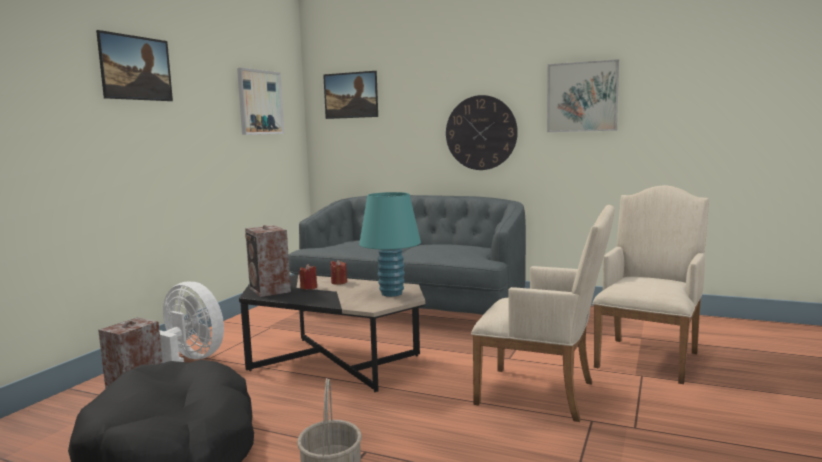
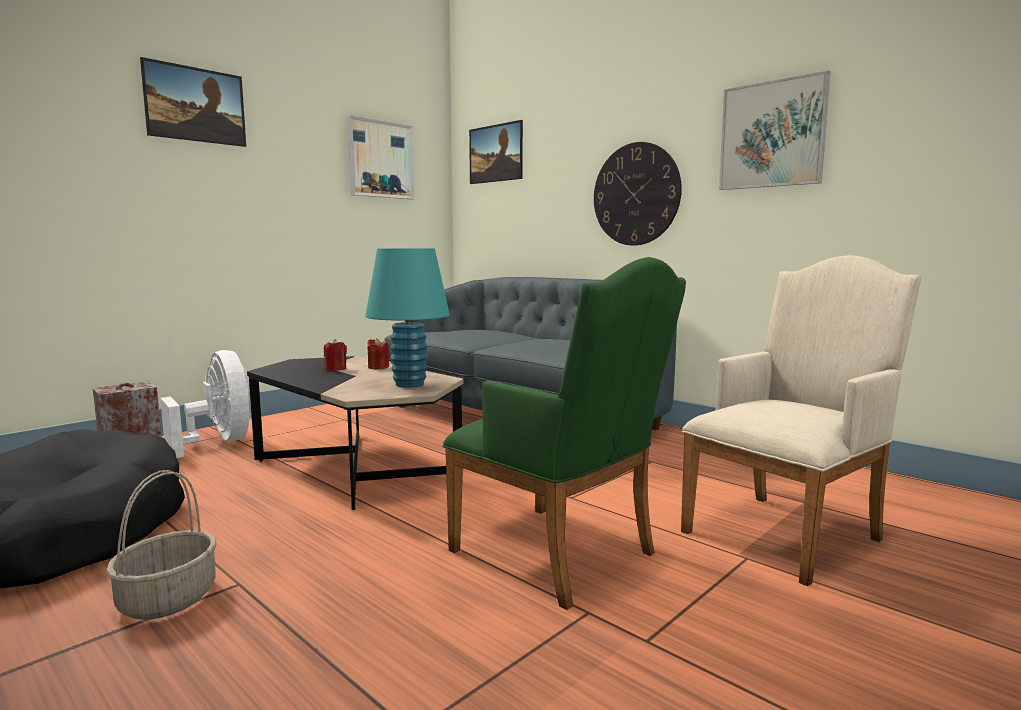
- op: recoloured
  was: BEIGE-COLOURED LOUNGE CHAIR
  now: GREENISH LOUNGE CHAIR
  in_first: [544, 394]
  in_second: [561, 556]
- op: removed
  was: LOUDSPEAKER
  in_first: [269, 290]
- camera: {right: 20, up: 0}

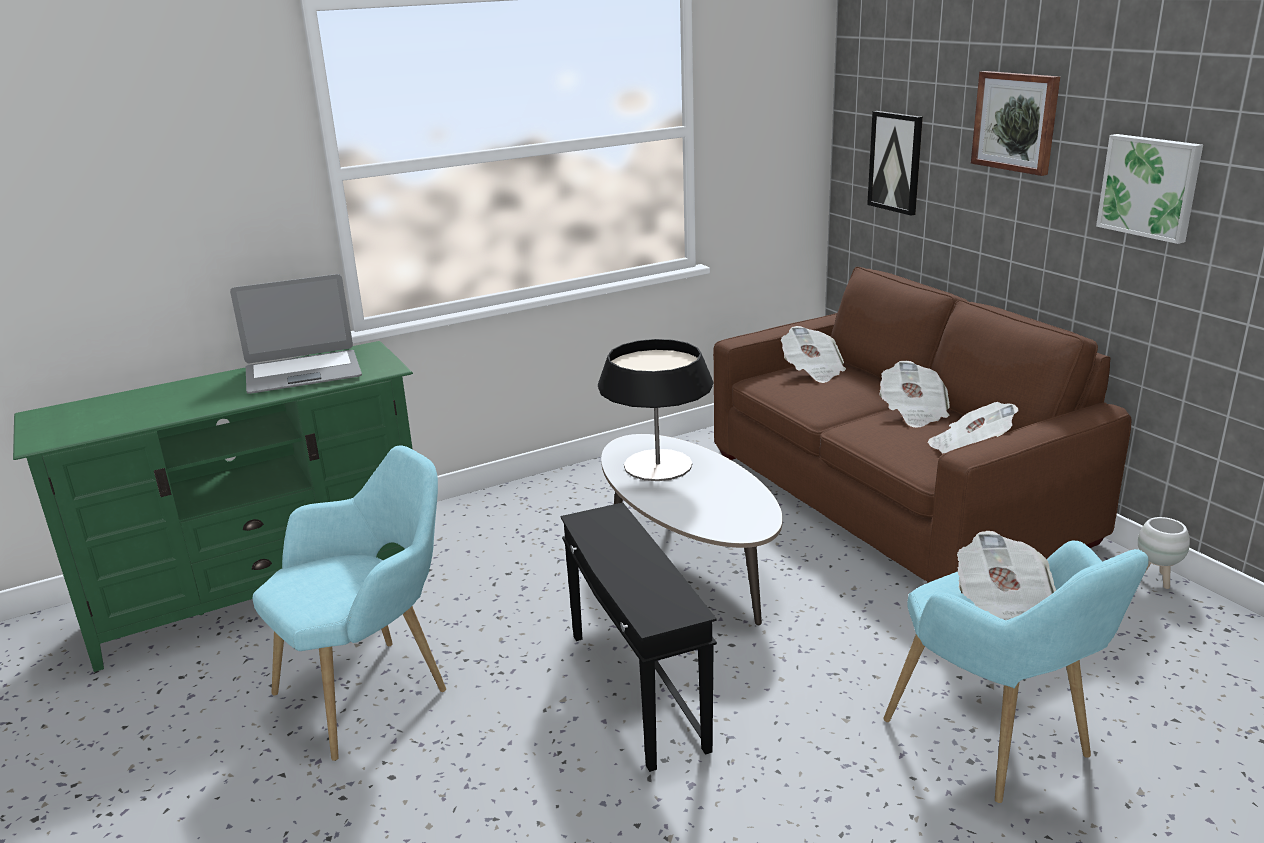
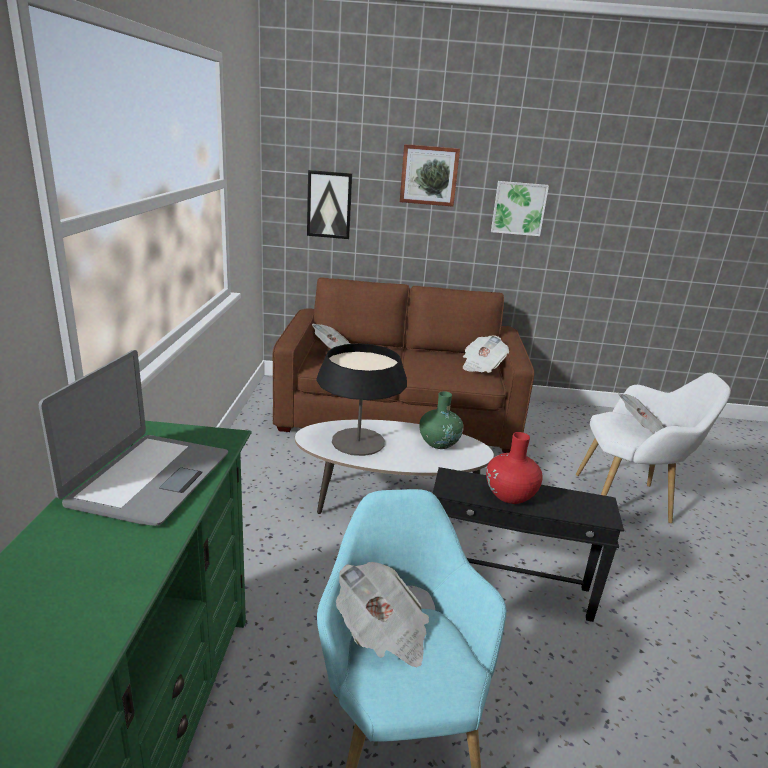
- op: moved
  was: NEWSPAPER
  in_first: [913, 412]
  in_second: [383, 633]
- op: removed
  was: WHITE-COLOURED FLOWER POT
  in_first: [1156, 580]
- op: recoloured
  was: BLUE-GREEN LOUNGE CHAIR
  now: WHITE-COLOURED LOUNGE CHAIR
  in_first: [998, 744]
  in_second: [629, 501]
- op: added
  now: GREENISH DECORATIVE VASE
  in_second: [439, 443]
- op: added
  now: RED DECORATIVE VASE
  in_second: [510, 495]
- camera: {right: -60, up: 0}

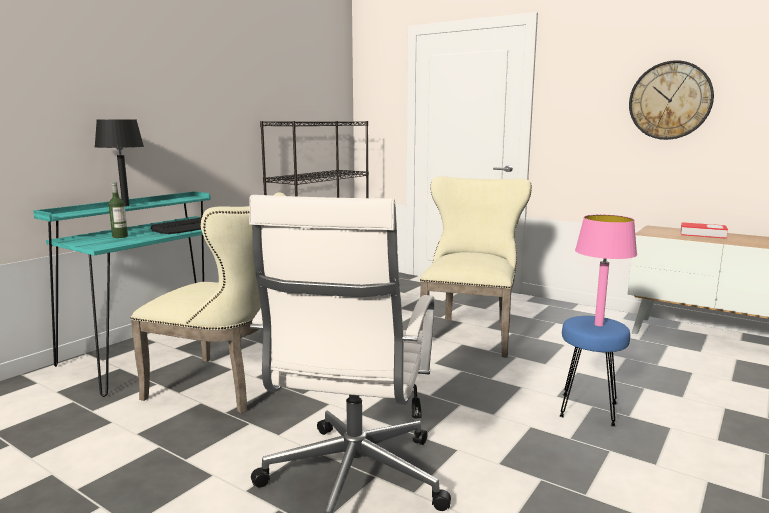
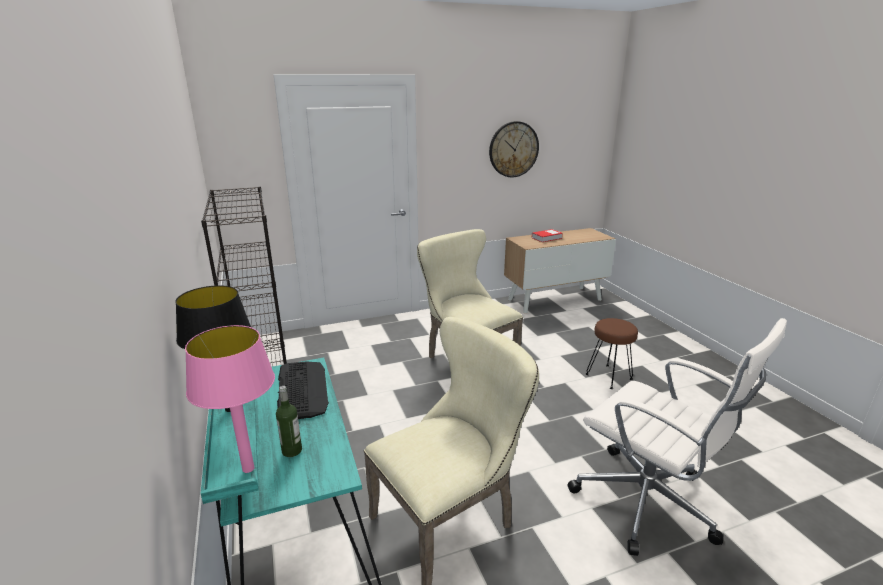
- op: moved
  was: PINK-COLOURED TABLETOP LAMP
  in_first: [598, 325]
  in_second: [248, 469]
- op: recoloured
  was: BLUE STOOL SEAT
  now: BROWN-COLOURED STOOL SEAT
  in_first: [588, 409]
  in_second: [608, 376]
- camera: {right: -55, up: 10}

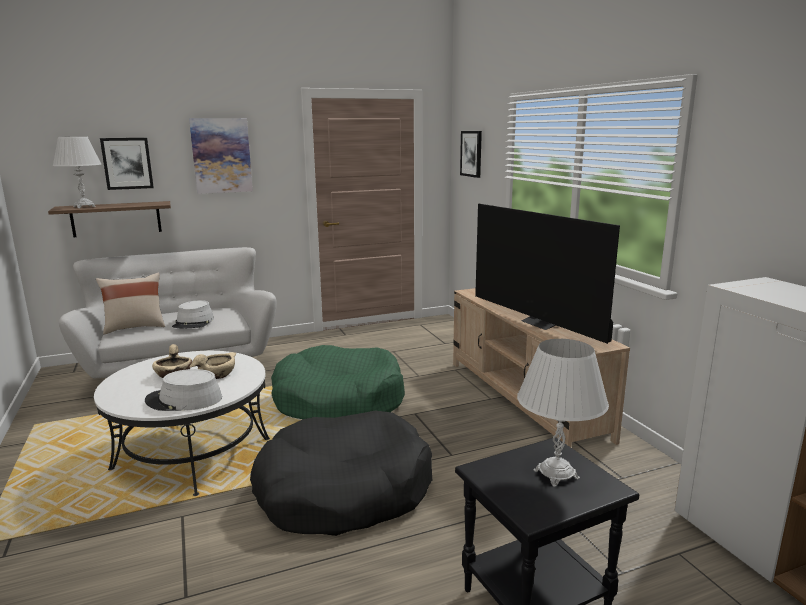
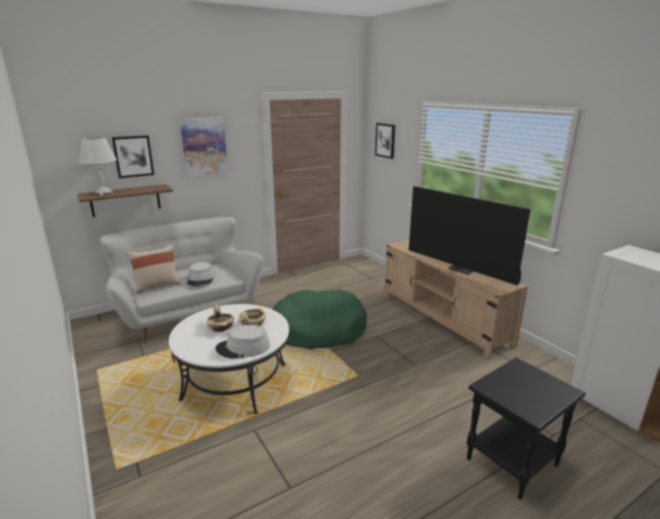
- op: removed
  was: WHITE-COLOURED TABLETOP LAMP
  in_first: [556, 474]
- op: removed
  was: BLACKISH DOG BED
  in_first: [343, 491]
- camera: {right: -10, up: 5}

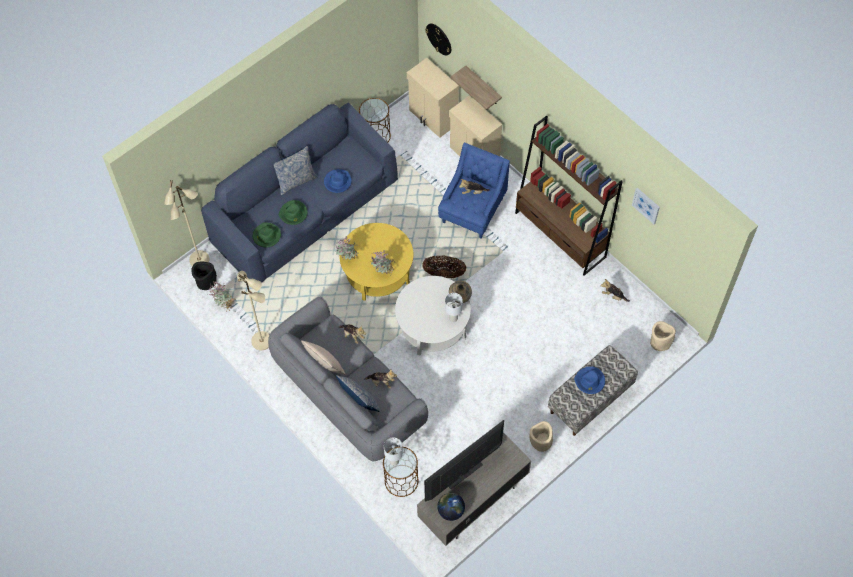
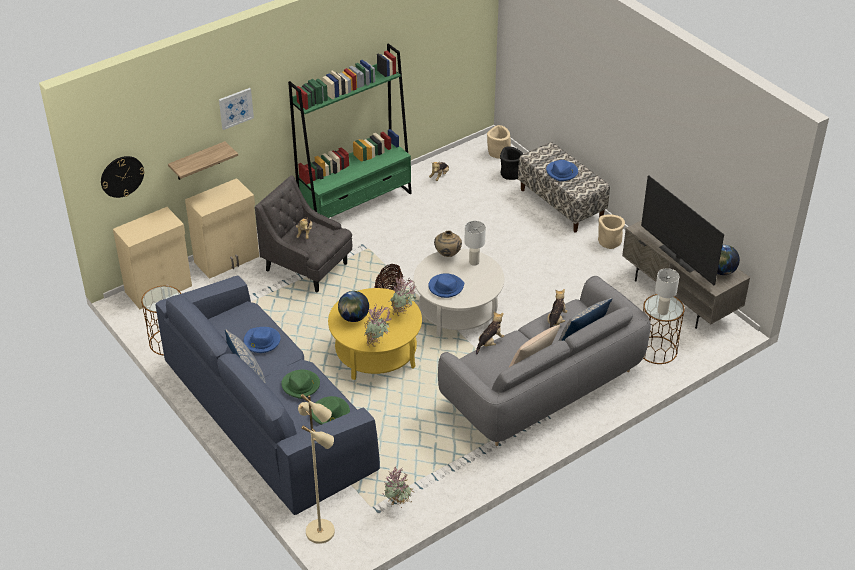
- op: recoloured
  was: BROWN-COLOURED BOOKCASE
  now: GREENISH BOOKCASE
  in_first: [560, 235]
  in_second: [356, 205]
- op: recoloured
  was: BLUE LOUNGE CHAIR
  now: GREYISH LOUNGE CHAIR
  in_first: [472, 211]
  in_second: [307, 267]
- op: moved
  was: WALL PICTURE
  in_first: [646, 205]
  in_second: [235, 108]
- op: moved
  was: BLACKISH FLOWER POT
  in_first: [206, 281]
  in_second: [510, 174]
- op: removed
  was: BEIGE-COLOURED STANDARD LAMP
  in_first: [262, 340]
- op: added
  now: BLUE WEARABLE HAT
  in_second: [445, 287]
- op: added
  now: WORLD GLOBE
  in_second: [353, 317]
- camera: {right: -85, up: -20}

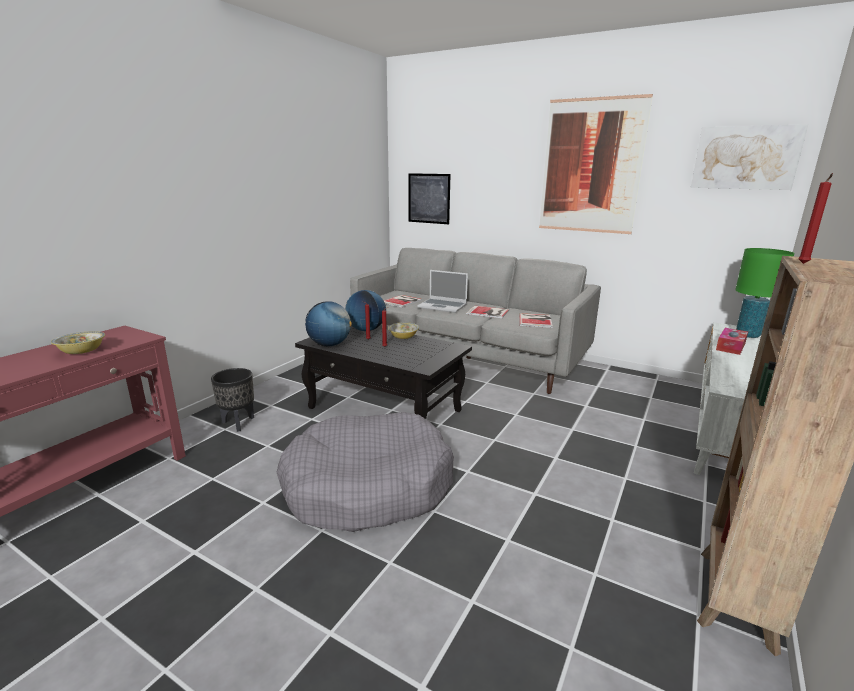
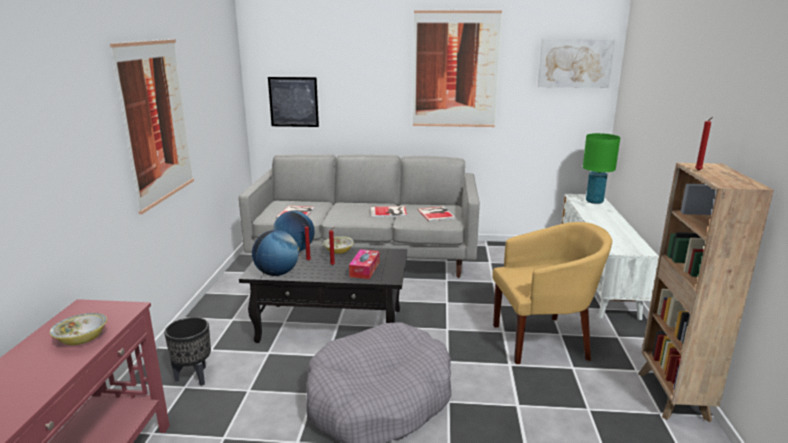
- op: removed
  was: NOTEBOOK COMPUTER
  in_first: [443, 306]
- op: moved
  was: TISSUE HOLDER
  in_first: [730, 347]
  in_second: [364, 269]
- op: added
  now: WALL PICTURE
  in_second: [156, 121]
- op: added
  now: YELLOWISH LOUNGE CHAIR
  in_second: [543, 340]
- camera: {right: -25, up: 0}

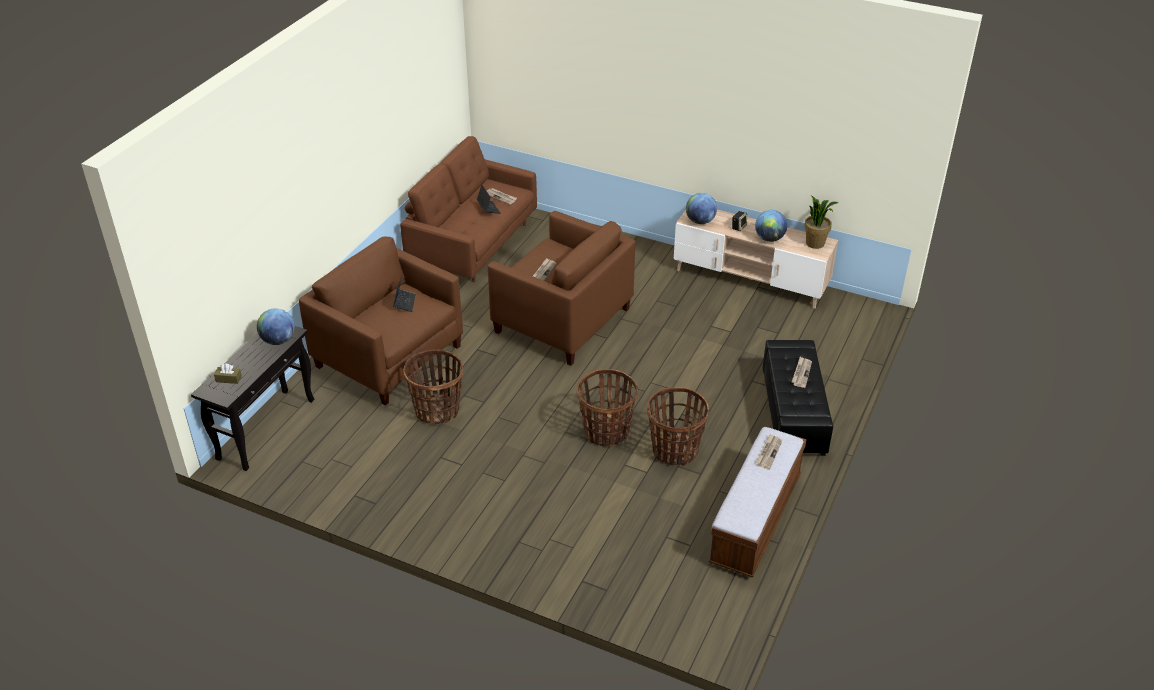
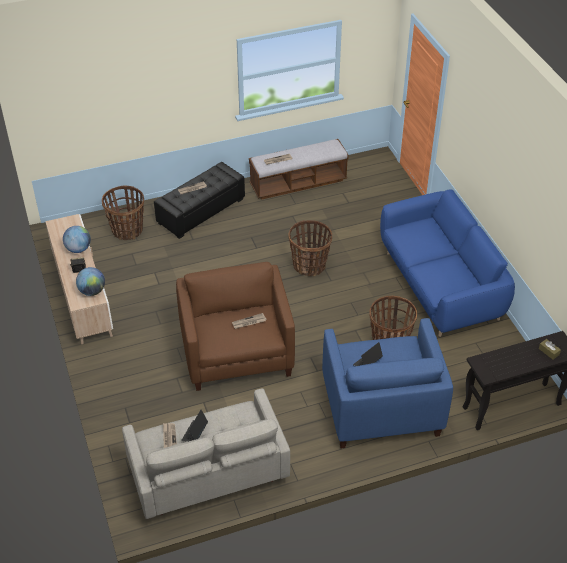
- op: recoloured
  was: BROWN-COLOURED SETTEE
  now: GREYISH SETTEE
  in_first: [473, 244]
  in_second: [207, 473]
- op: removed
  was: POTTED PLANT
  in_first: [815, 243]
- op: recoloured
  was: BROWN-COLOURED LOUNGE CHAIR
  now: BLUE LOUNGE CHAIR
  in_first: [389, 357]
  in_second: [380, 407]
- op: removed
  was: WORLD GLOBE
  in_first: [278, 340]
- op: moved
  was: HOUSEHOLD BASKET
  in_first: [674, 451]
  in_second: [127, 230]
- op: added
  now: BLUE SETTEE
  in_second: [440, 285]
- camera: {right: -135, up: 5}

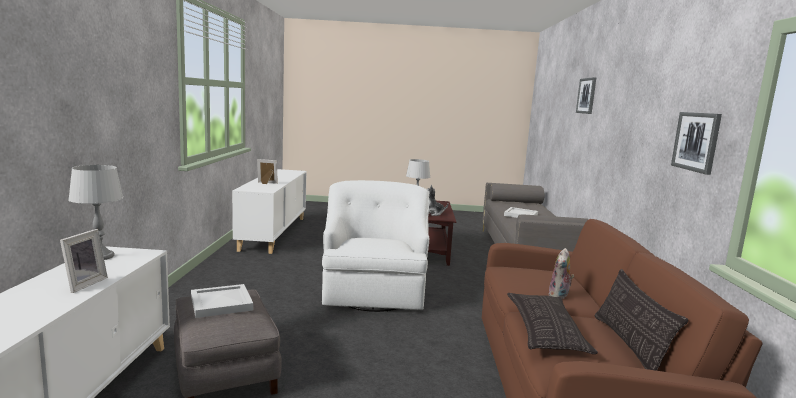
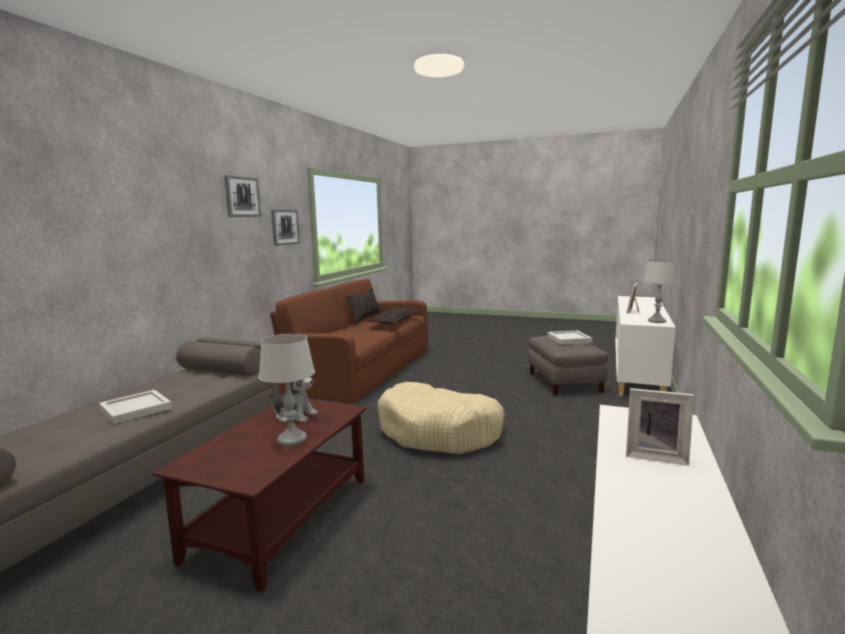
- op: moved
  was: WALL PICTURE
  in_first: [587, 96]
  in_second: [242, 197]
- op: replaced
  was: WHITE-COLOURED LOUNGE CHAIR
  now: BEIGE-COLOURED DOG BED
  in_first: [374, 290]
  in_second: [439, 432]
- op: removed
  was: PLUSH TOY
  in_first: [559, 296]
- camera: {right: -160, up: 0}

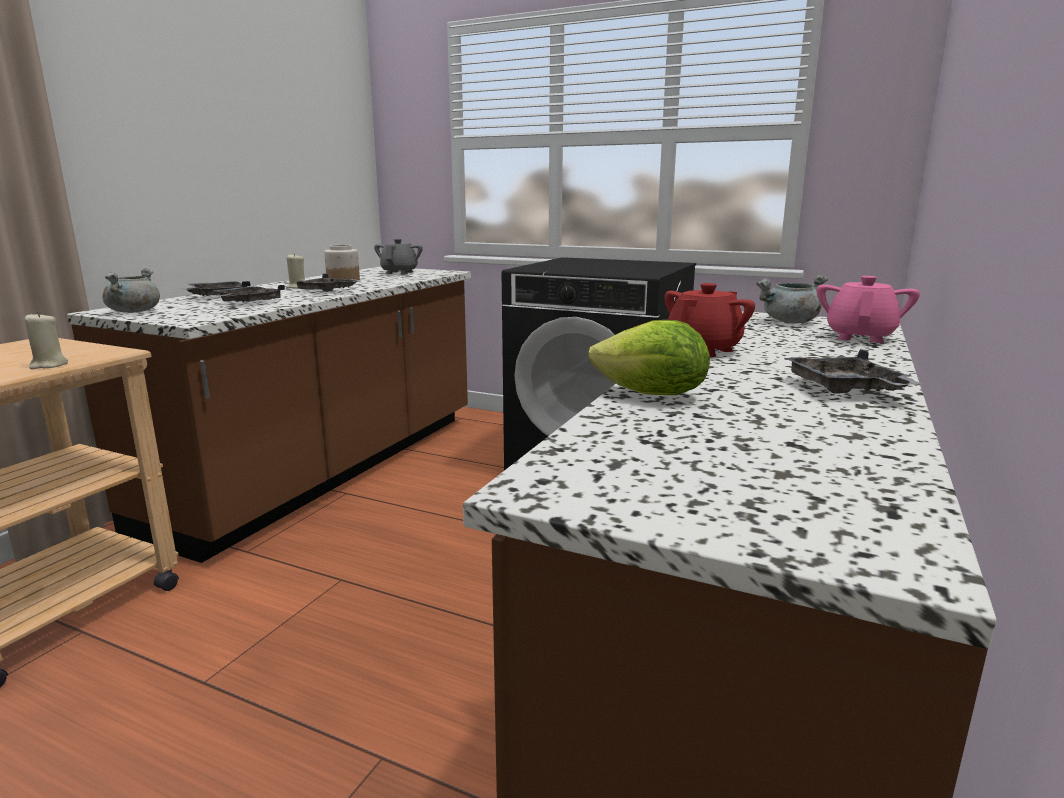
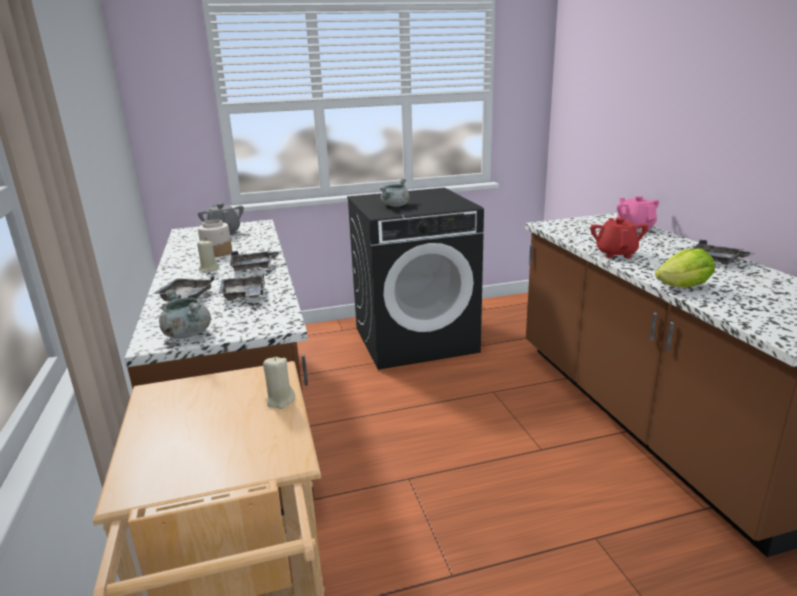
- op: moved
  was: GREYISH COOKING POT
  in_first: [789, 322]
  in_second: [395, 206]
- camera: {right: -40, up: 5}

